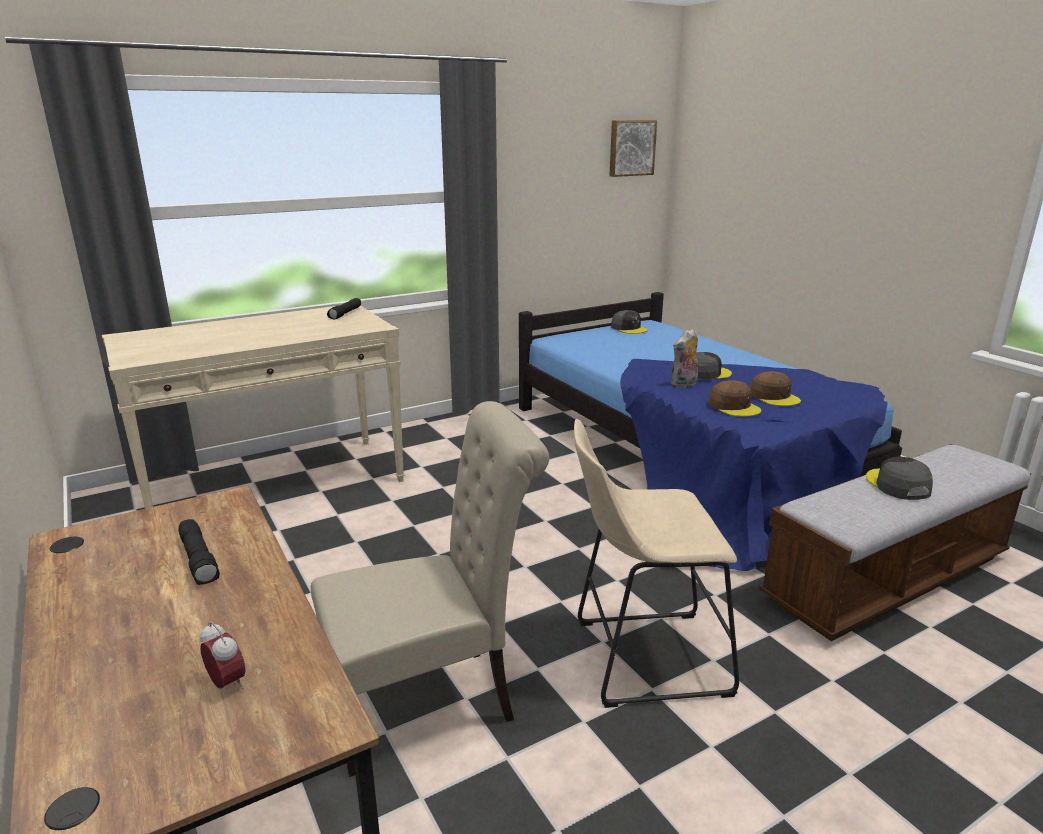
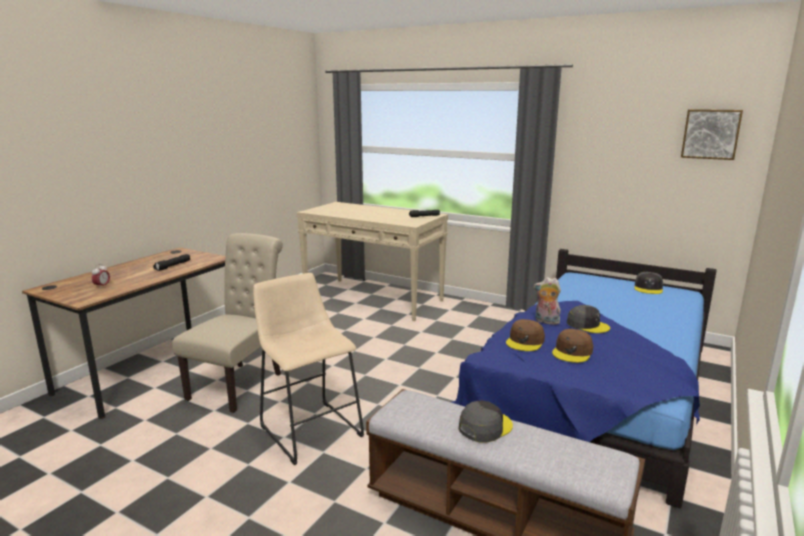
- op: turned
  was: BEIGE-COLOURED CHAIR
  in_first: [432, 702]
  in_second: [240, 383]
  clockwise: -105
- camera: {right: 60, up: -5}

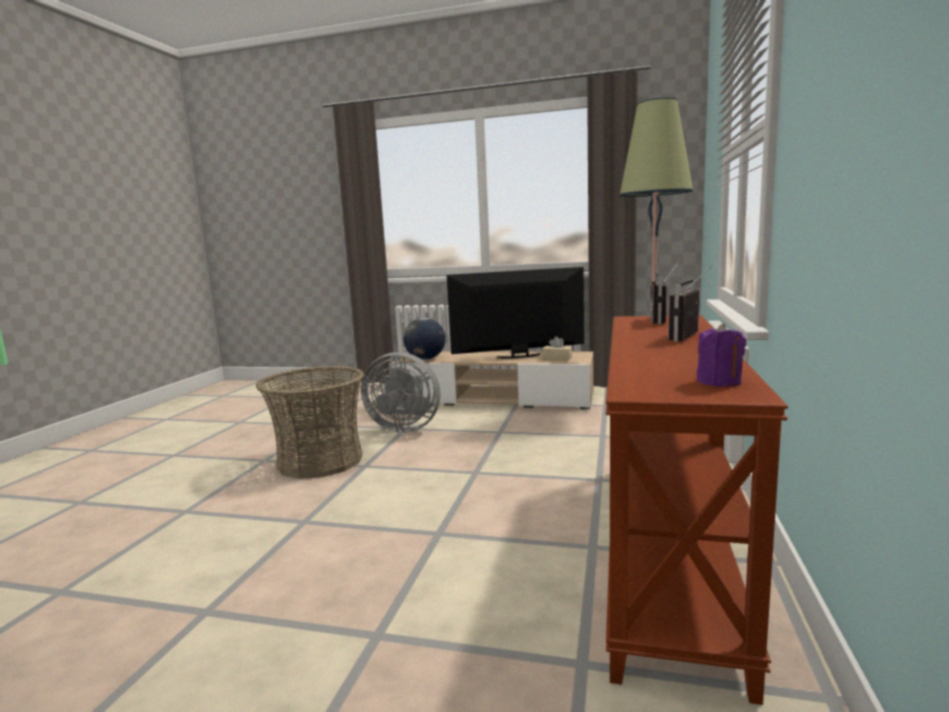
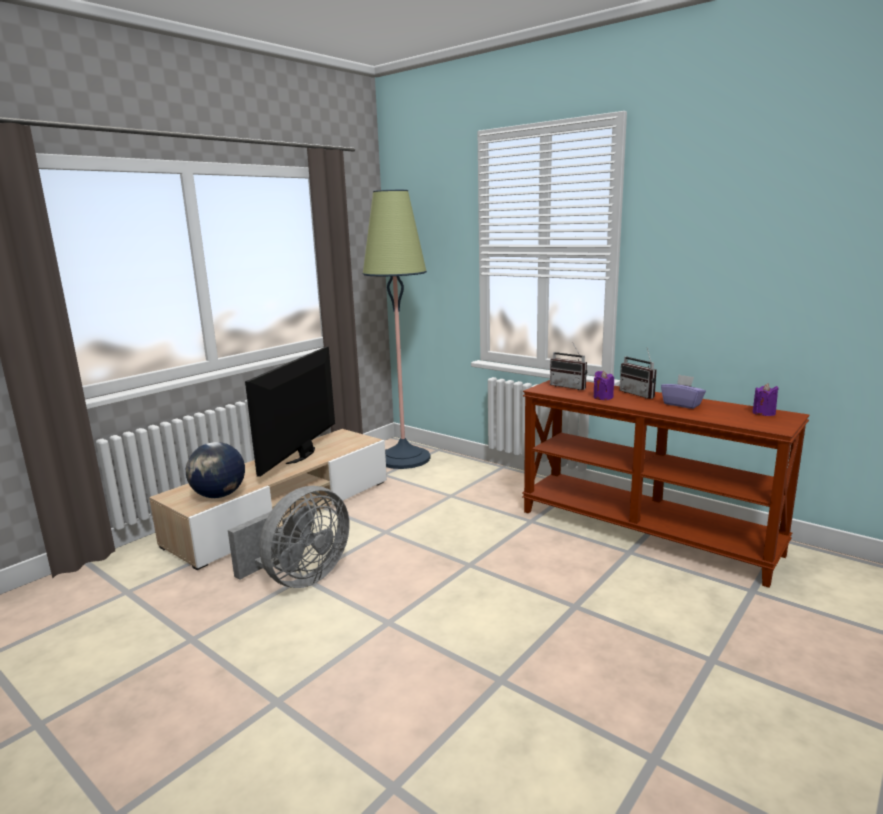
- op: removed
  was: BEIGE-COLOURED TISSUE HOLDER
  in_first: [557, 358]
- op: removed
  was: HOUSEHOLD BASKET
  in_first: [320, 461]
- op: added
  now: PURPLE CANDLE
  in_second: [603, 397]
- op: added
  now: PURPLE TISSUE HOLDER
  in_second: [682, 404]
- camera: {right: -65, up: 5}

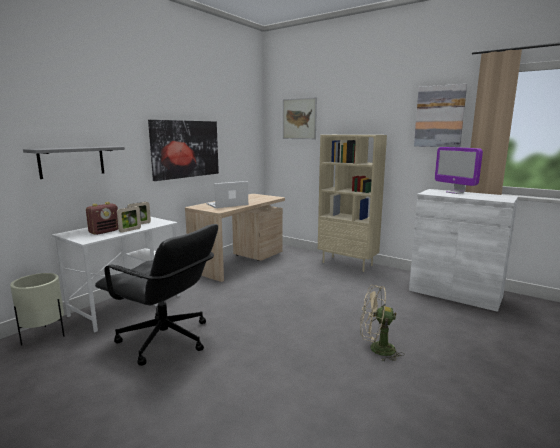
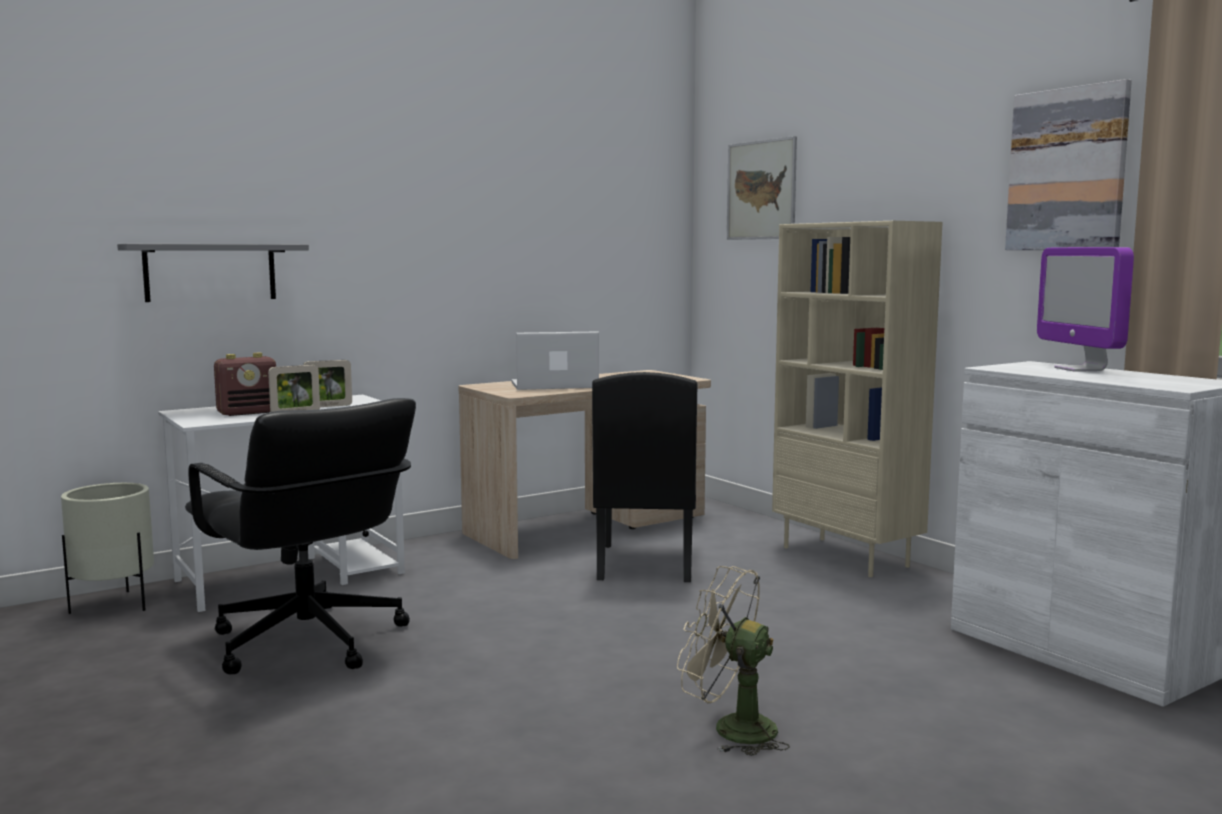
- op: removed
  was: WALL PICTURE
  in_first: [185, 149]
- op: added
  now: BLACKISH CHAIR
  in_second: [644, 563]
- camera: {right: 20, up: -5}

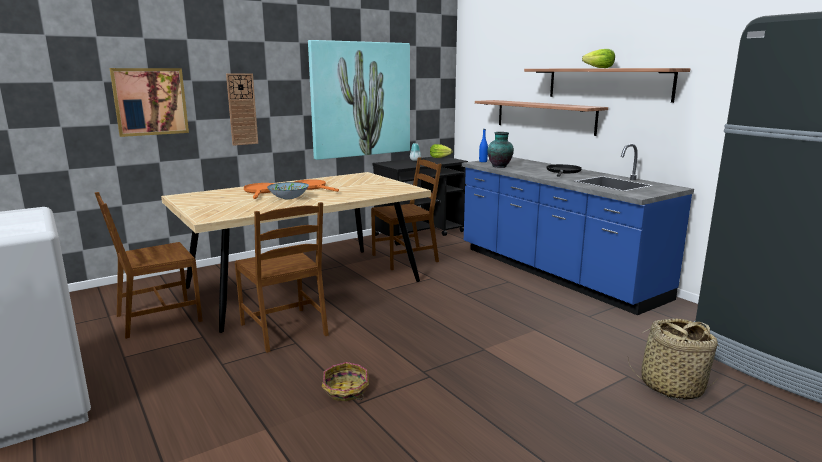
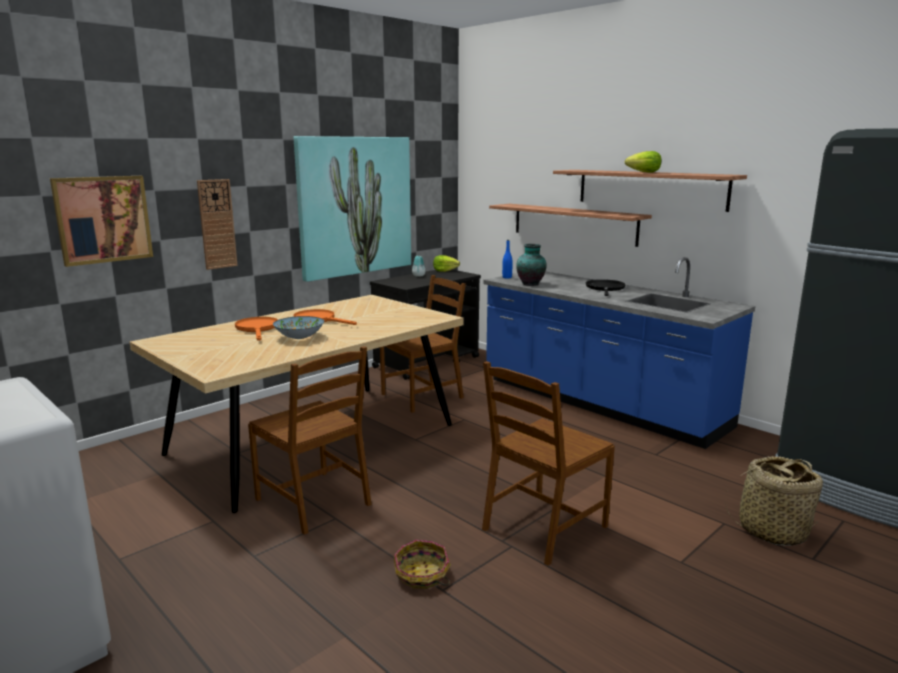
- op: moved
  was: BROWN-COLOURED CHAIR
  in_first: [158, 318]
  in_second: [543, 528]
- camera: {right: -10, up: 0}

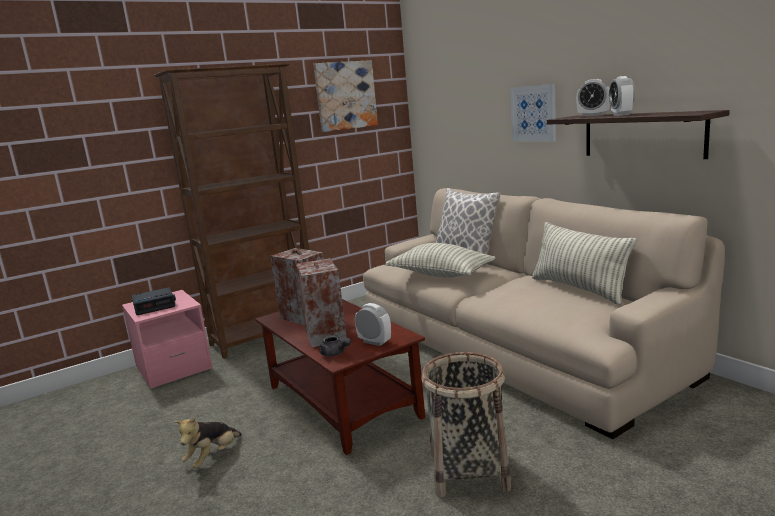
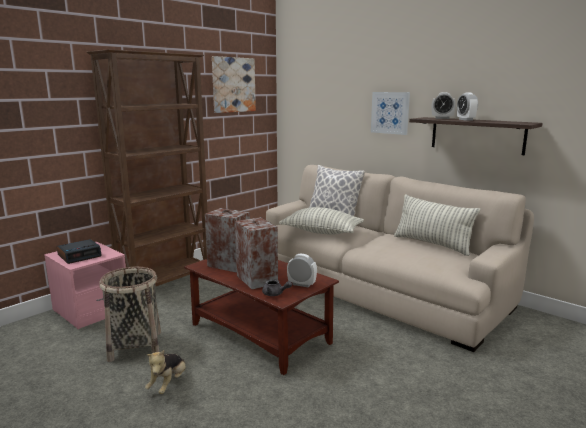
- op: moved
  was: HOUSEHOLD BASKET
  in_first: [468, 471]
  in_second: [135, 346]
- camera: {right: -15, up: 0}

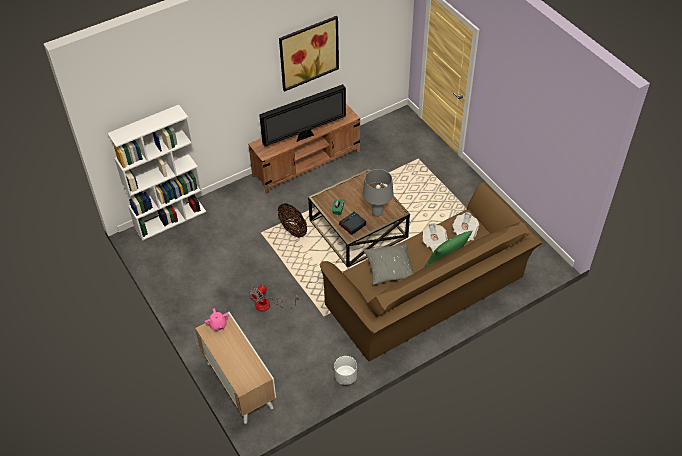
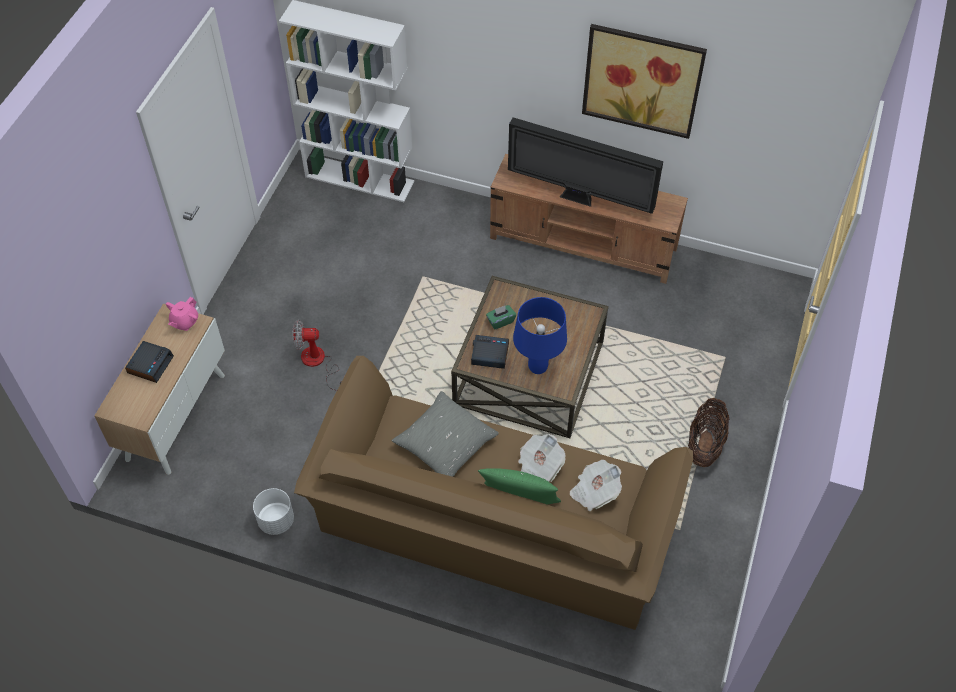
- op: recoloured
  was: GREYISH TABLETOP LAMP
  now: BLUE TABLETOP LAMP
  in_first: [377, 213]
  in_second: [538, 367]
- op: moved
  was: HOUSEHOLD BASKET
  in_first: [293, 229]
  in_second: [704, 445]
- op: added
  now: BEDSIDE CLOCK
  in_second: [150, 364]
- camera: {right: 50, up: 5}

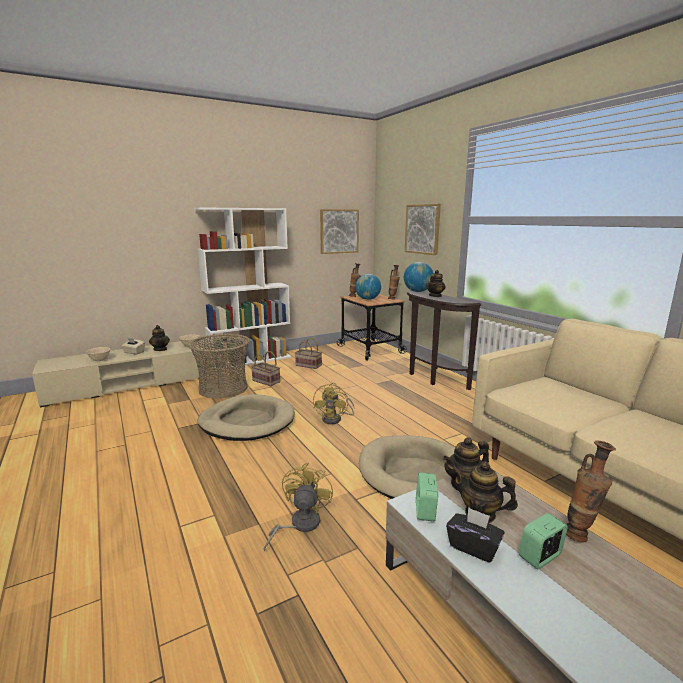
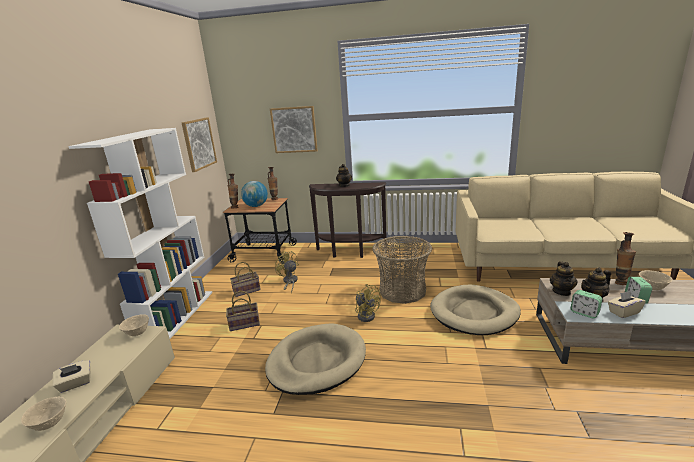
- op: removed
  was: WORLD GLOBE
  in_first: [417, 291]
- op: removed
  was: TEA POT
  in_first: [160, 349]
- op: moved
  was: HOUSEHOLD BASKET
  in_first: [223, 388]
  in_second: [402, 290]
- op: moved
  was: YELLOWISH ELECTRIC FAN
  in_first: [299, 525]
  in_second: [289, 282]
- op: recoloured
  was: BLACKISH TISSUE HOLDER
  now: BEIGE-COLOURED TISSUE HOLDER
  in_first: [473, 547]
  in_second: [623, 312]
- op: added
  now: BEIGE-COLOURED DEEP DISH
  in_second: [652, 288]
- camera: {right: -50, up: 5}

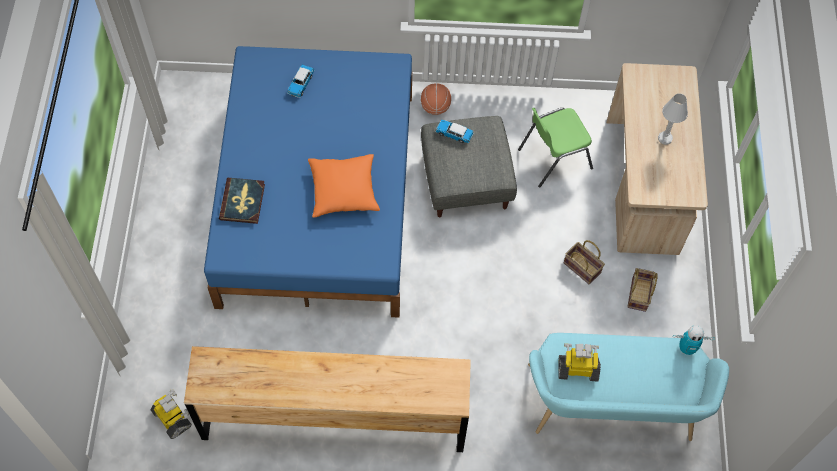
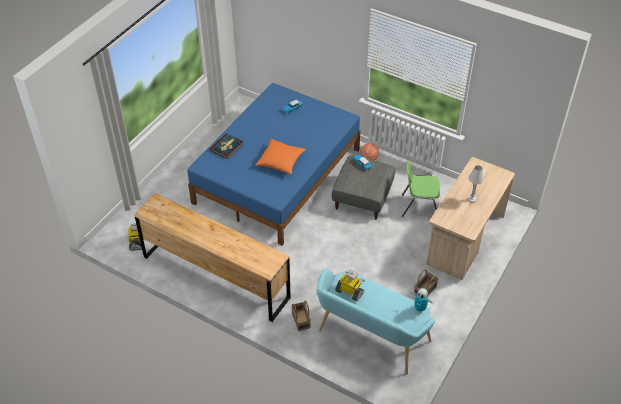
- op: moved
  was: HOUSEHOLD BASKET
  in_first: [583, 268]
  in_second: [301, 321]
- camera: {right: 30, up: -15}

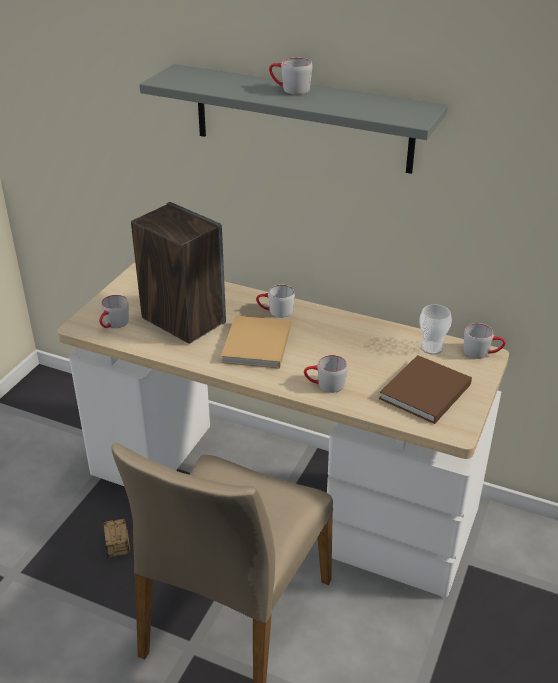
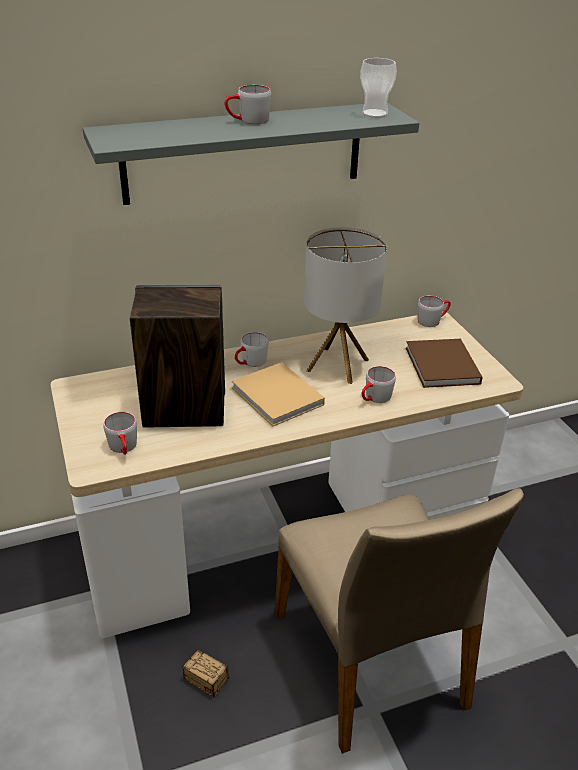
- op: moved
  was: SMALL CUP
  in_first: [431, 348]
  in_second: [374, 113]
- op: added
  now: TABLETOP LAMP
  in_second: [337, 365]
- camera: {right: -45, up: 0}

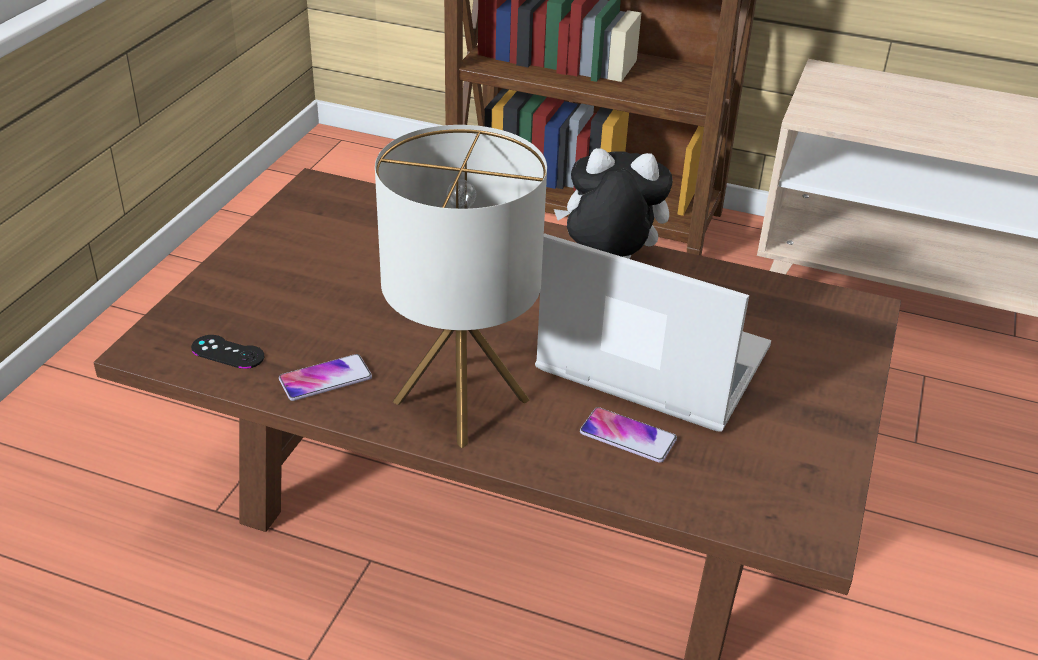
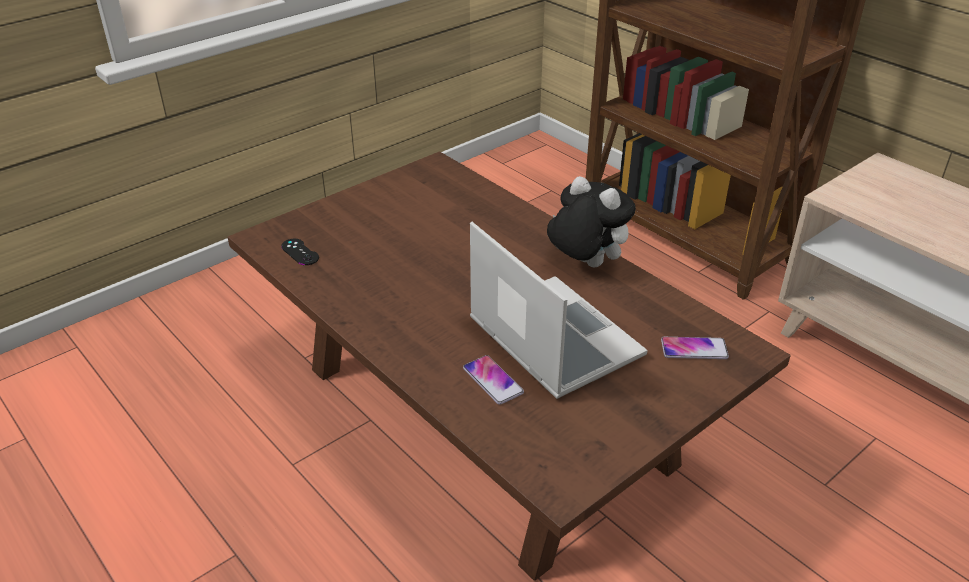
- op: removed
  was: TABLETOP LAMP
  in_first: [460, 401]
- op: moved
  was: TELEPHONE
  in_first: [325, 379]
  in_second: [694, 349]
- camera: {right: 30, up: 0}

